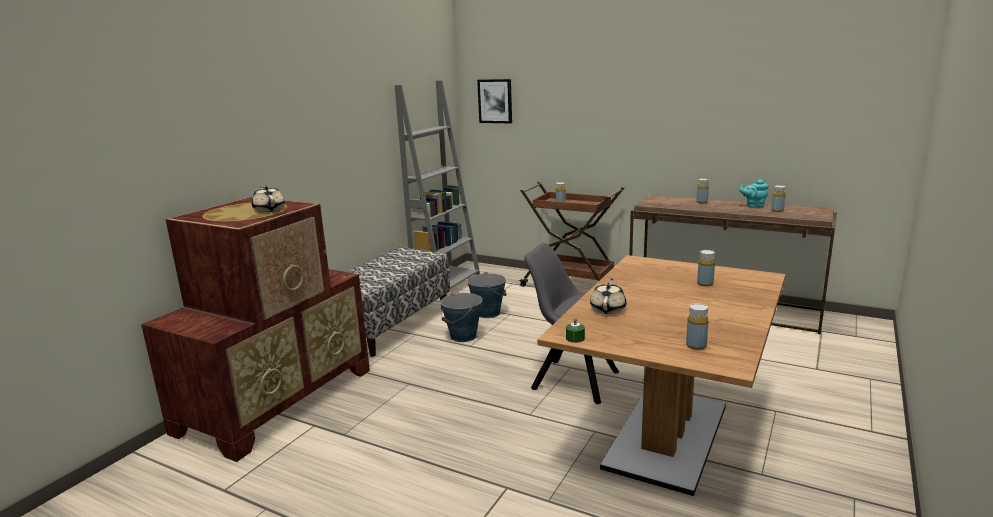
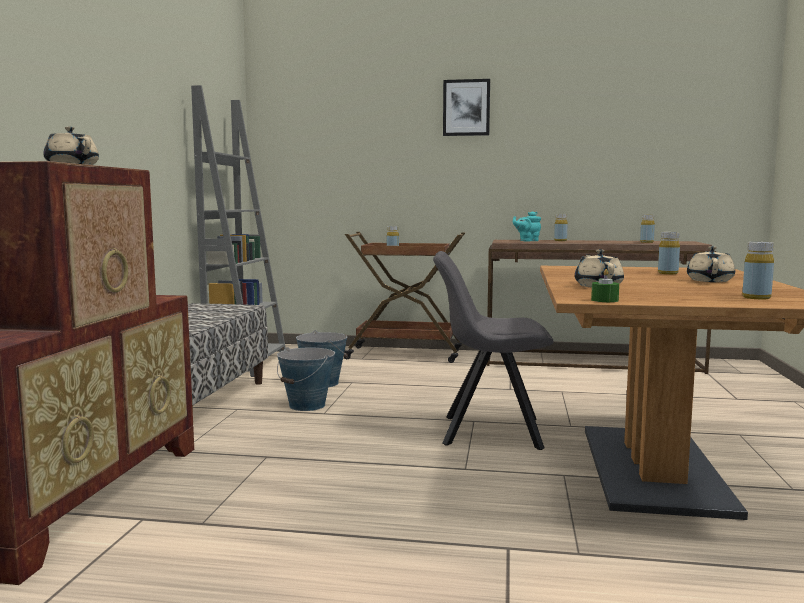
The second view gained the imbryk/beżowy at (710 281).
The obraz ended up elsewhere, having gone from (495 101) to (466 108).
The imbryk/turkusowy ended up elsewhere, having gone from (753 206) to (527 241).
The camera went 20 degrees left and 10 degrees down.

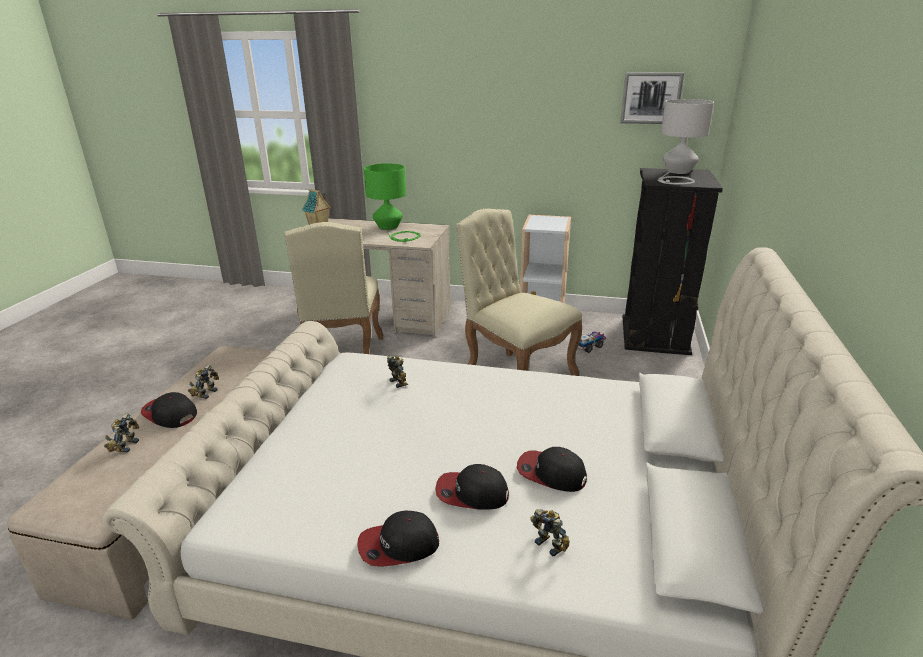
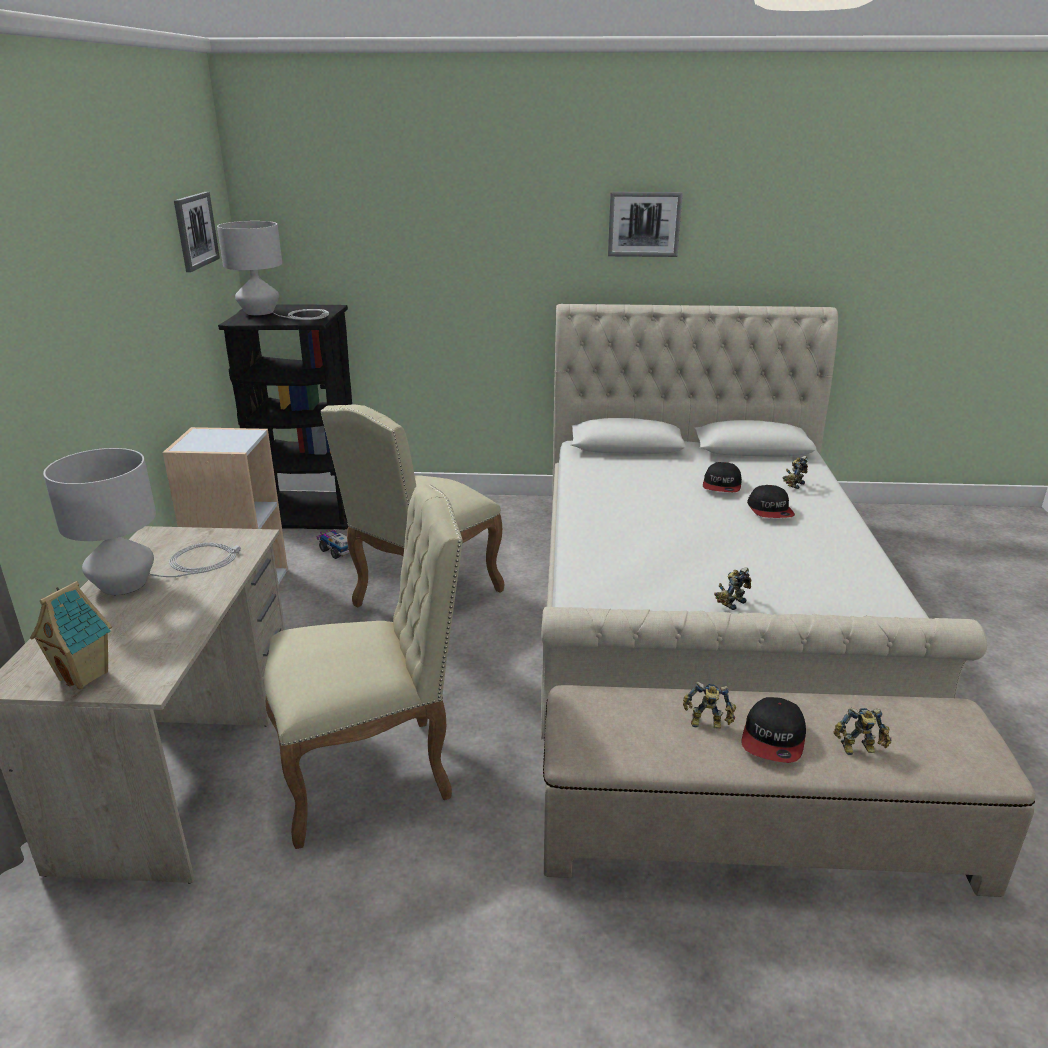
The second view lost the czapka z daszkiem at (398 545).
The second view gained the obraz at (644 224).
The robot zabawkowy ended up elsewhere, having gone from (399 382) to (731 602).
What was the lampa stołowa/zielony at (394 230) turned into the lampa stołowa/szary at (155 574).
The camera went 100 degrees left and 0 degrees up.

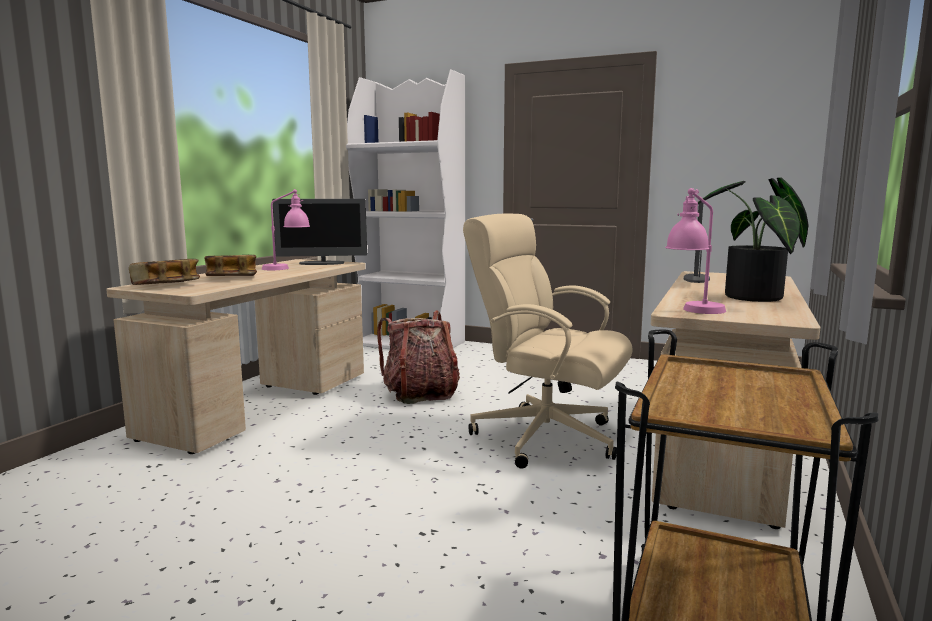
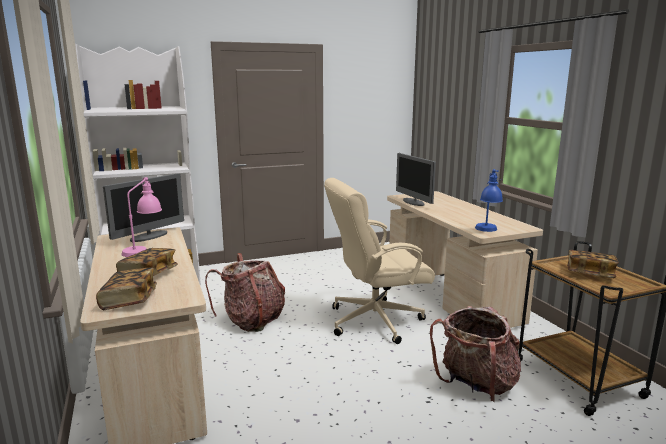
The second view lost the roślina doniczkowa at (751 298).
The second view gained the plecak at (476 385).
The second view gained the książka at (590 274).
What was the lampa stołowa/różowy at (694 312) turned into the lampa stołowa/niebieski at (487 231).
The camera went 45 degrees left and 5 degrees up.

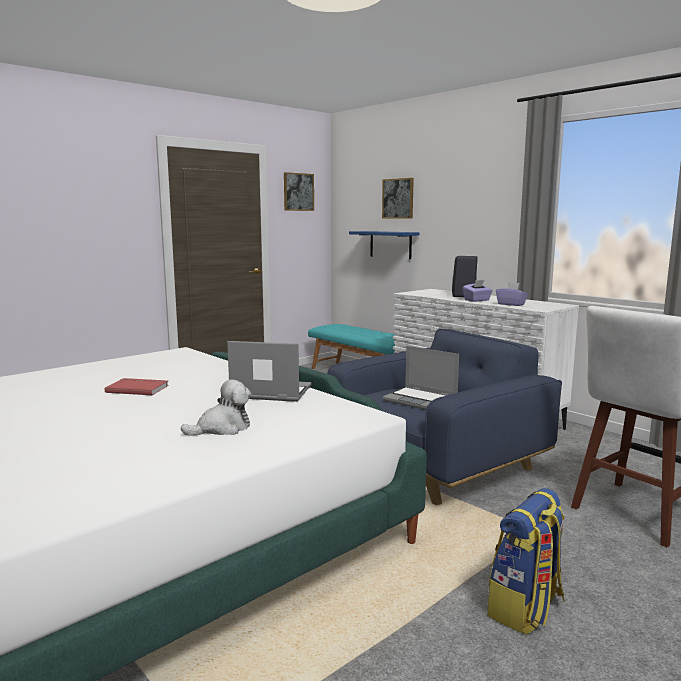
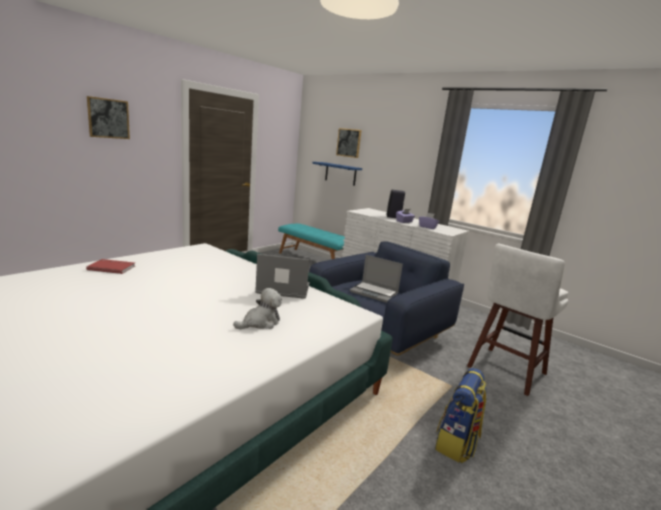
The książka/czerwony ended up elsewhere, having gone from (138 388) to (112 267).
The obraz ended up elsewhere, having gone from (298 192) to (108 118).
The camera went 10 degrees left and 5 degrees up.

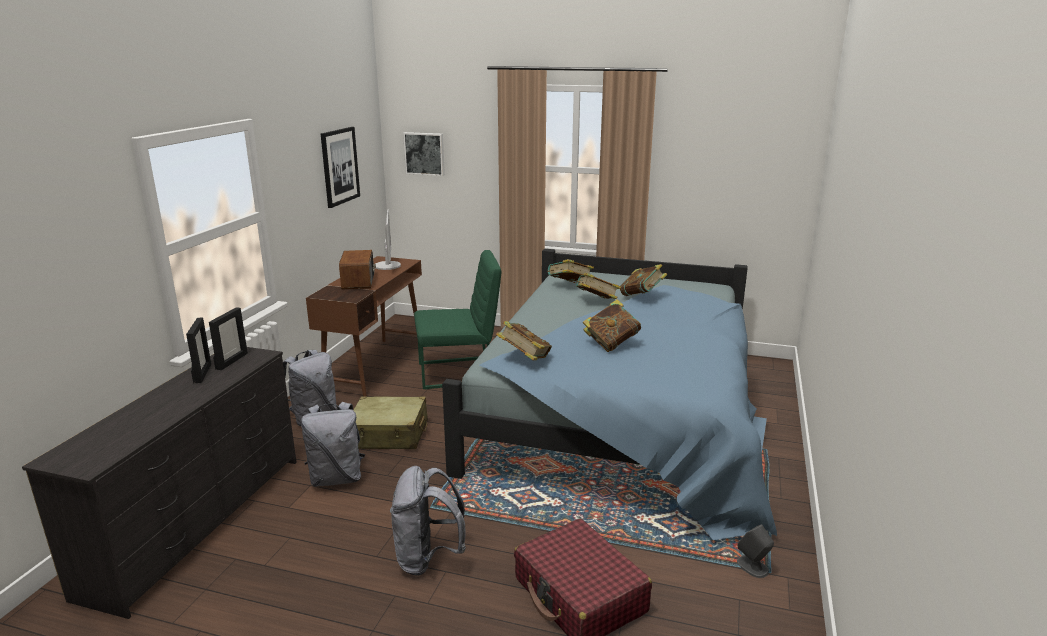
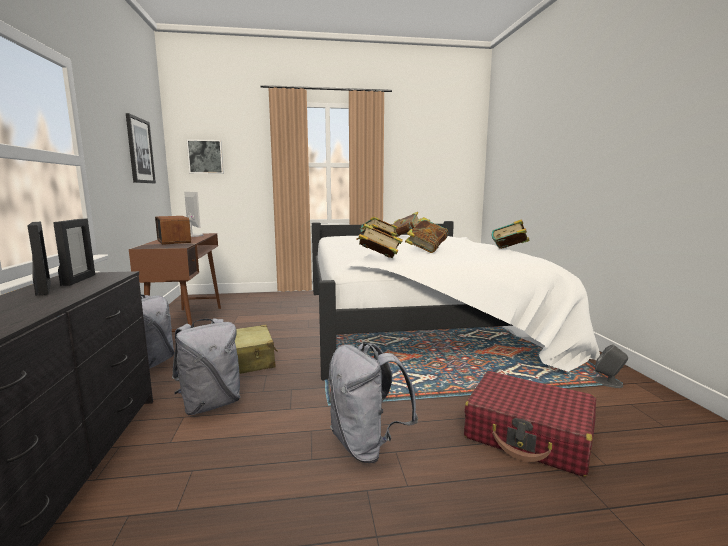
The second view lost the krzesło/zielony at (459 373).
The książka ended up elsewhere, having gone from (569 286) to (509 250).
What was the łóżko/niebieski at (622 416) turned into the łóżko/biały at (415 322).
The camera went 25 degrees left and 10 degrees down.

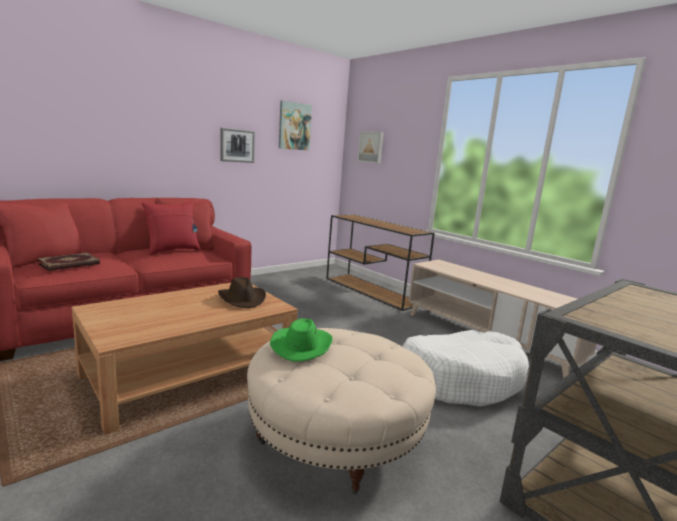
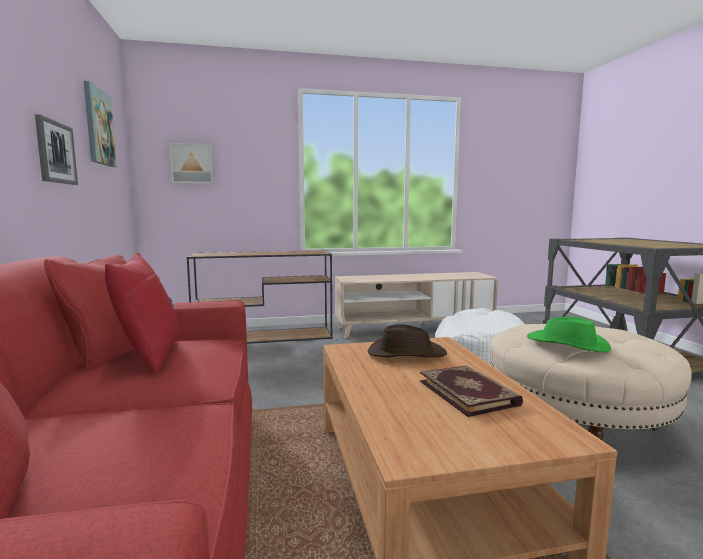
The książka ended up elsewhere, having gone from (69 264) to (469 392).
The camera went 60 degrees left and 5 degrees down.

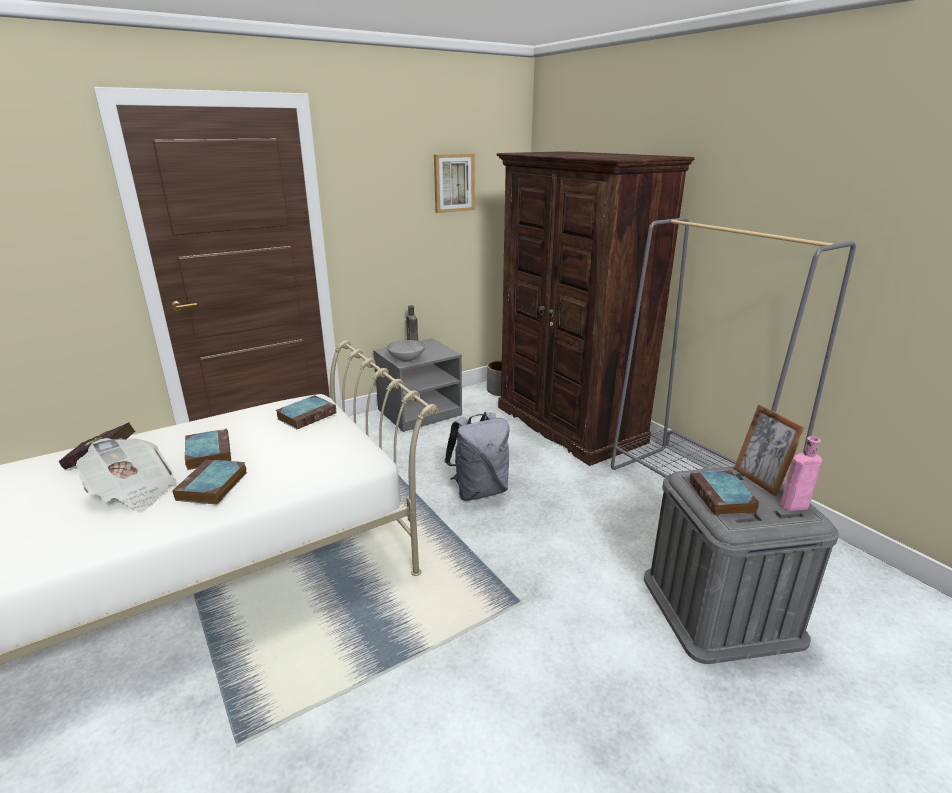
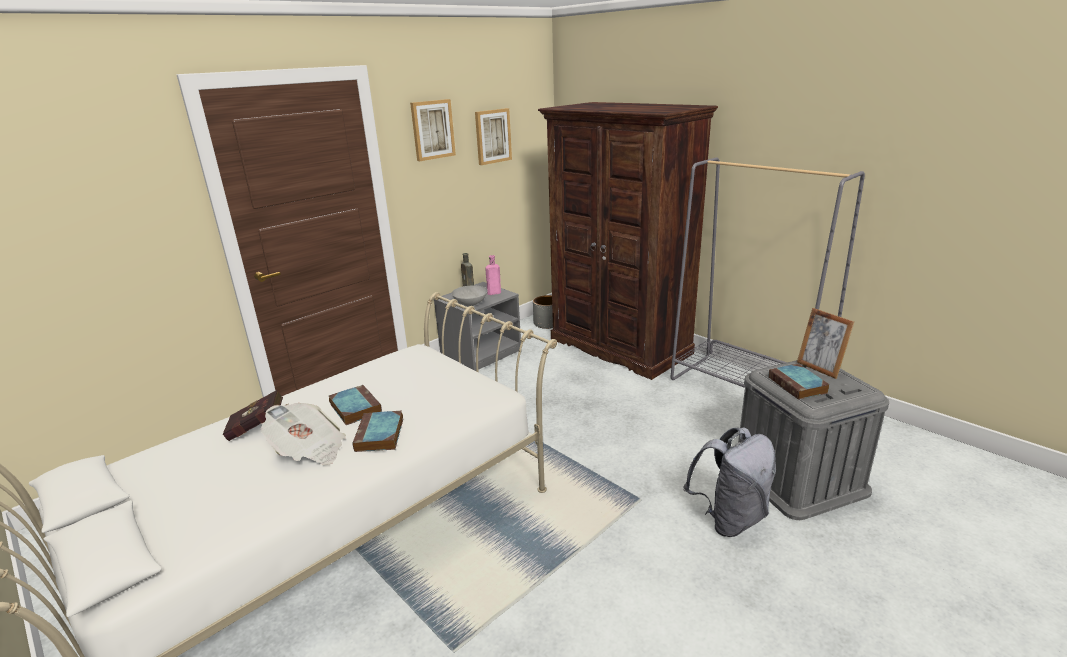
The second view lost the książka at (307 415).
The second view gained the obraz at (432 129).
The plecak/szary ended up elsewhere, having gone from (479 491) to (729 518).
The butelka/różowy ended up elsewhere, having gone from (792 506) to (493 293).
The camera went 10 degrees left and 0 degrees up.

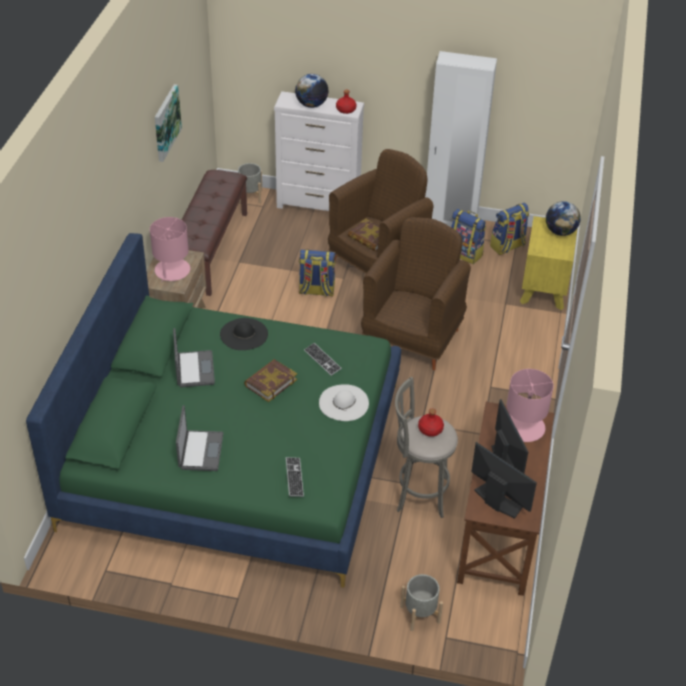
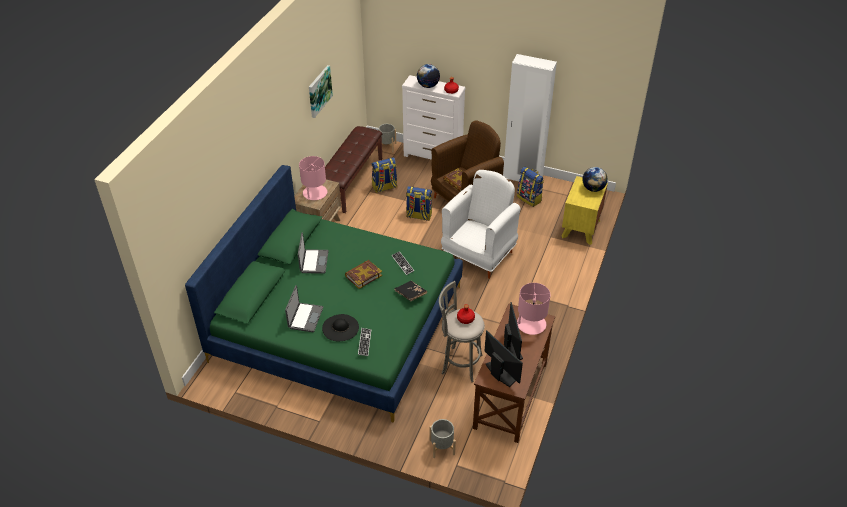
The kapelusz/czarny ended up elsewhere, having gone from (244 334) to (340 328).
The plecak ended up elsewhere, having gone from (507 246) to (384 187).
Where the kapelusz/biały stood at (343 403), the książka/czarny came to stand at (410 294).
What was the fotel/brązowy at (413 337) turned into the fotel/biały at (479 254).
The camera went 10 degrees right and 0 degrees up.

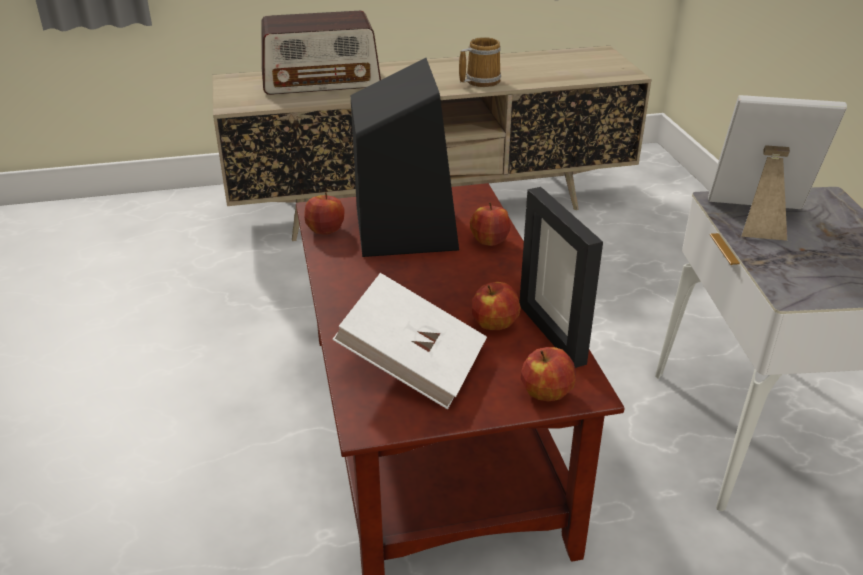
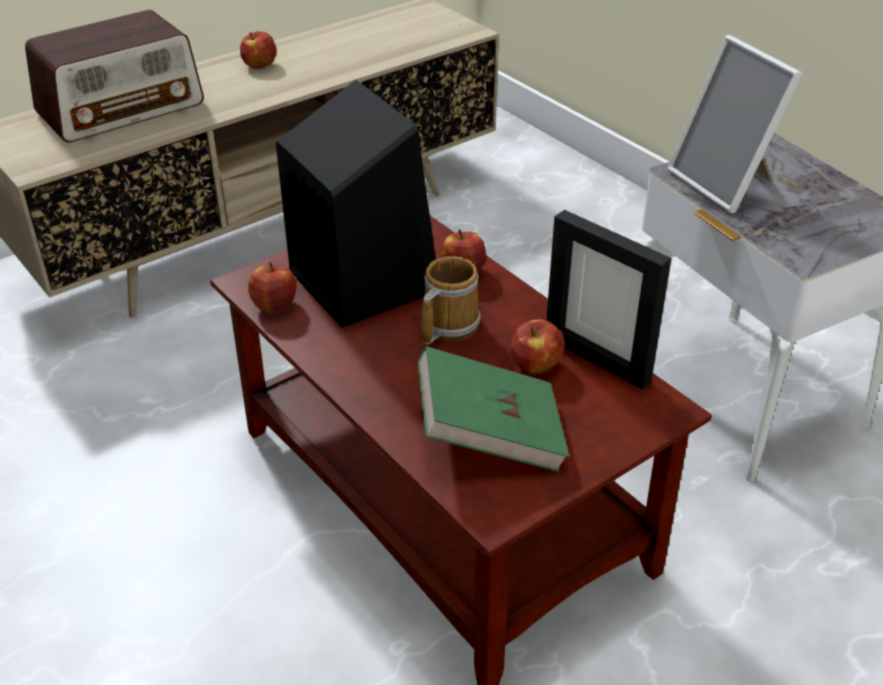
The kubek ended up elsewhere, having gone from (480 81) to (446 326).
The jabłko ended up elsewhere, having gone from (546 393) to (260 65).
What was the książka/biały at (413 365) turned into the książka/zielony at (490 435).
The ramka na zdjęcie at (757 218) ended up facing another way, 105 degrees counterclockwise from before.
The camera went 25 degrees left and 5 degrees up.

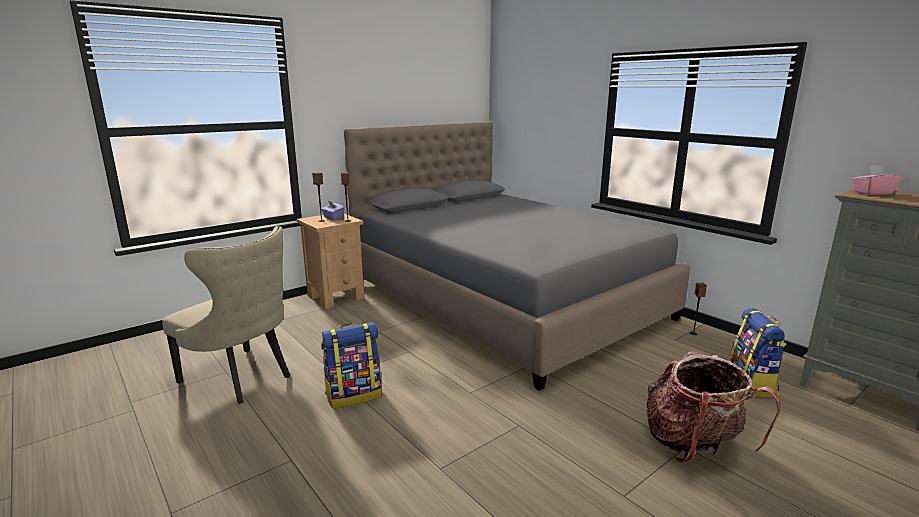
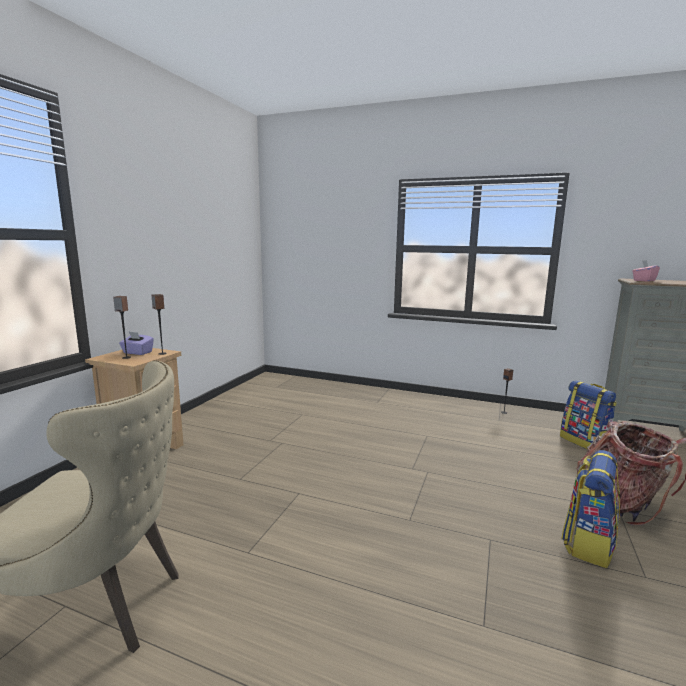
The second view lost the łóżko/szary at (503 300).
The plecak ended up elsewhere, having gone from (354 395) to (588 543).
The camera went 30 degrees left and 5 degrees down.

